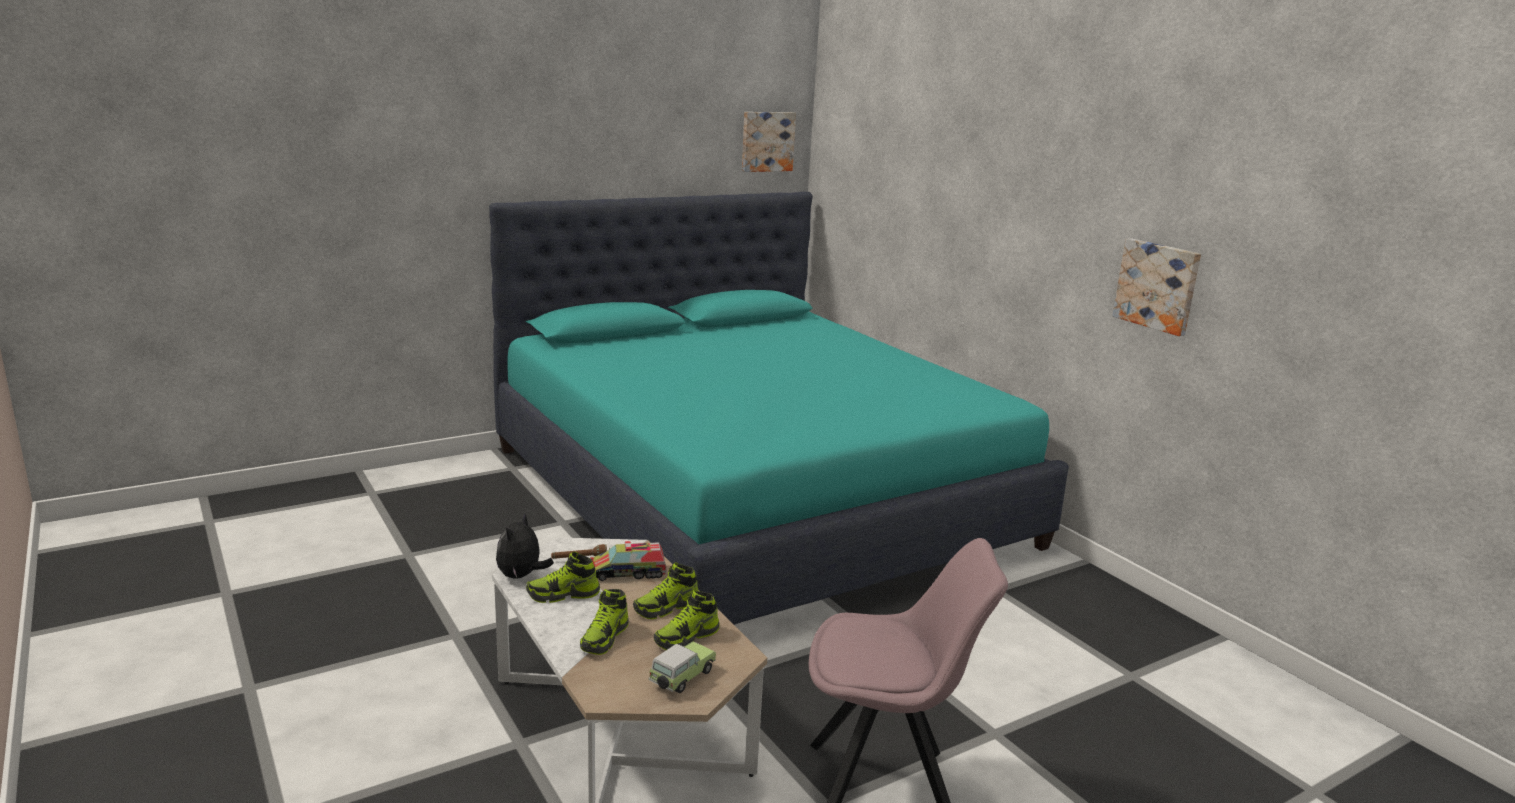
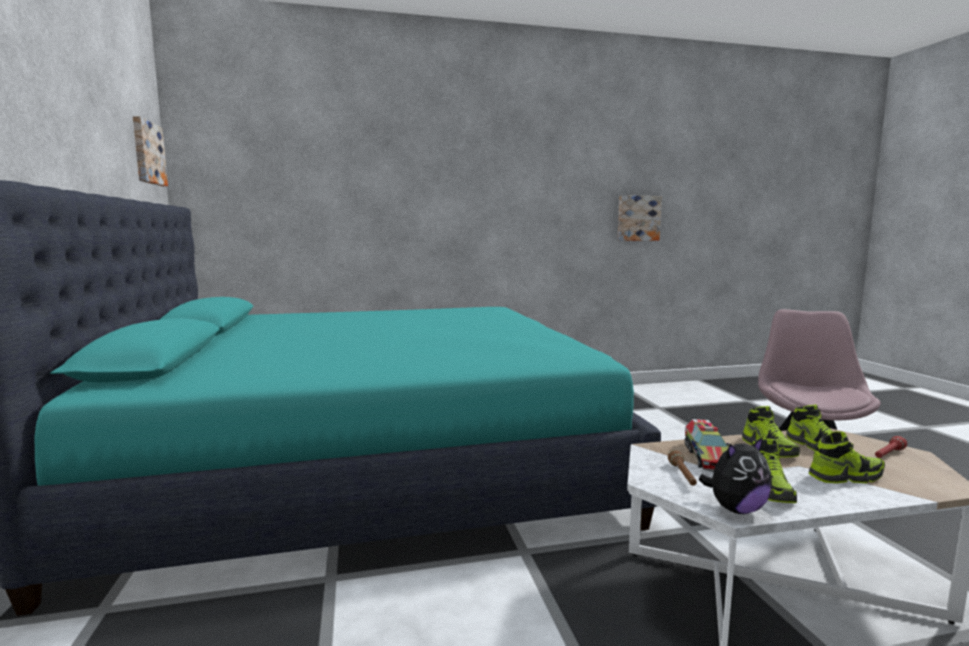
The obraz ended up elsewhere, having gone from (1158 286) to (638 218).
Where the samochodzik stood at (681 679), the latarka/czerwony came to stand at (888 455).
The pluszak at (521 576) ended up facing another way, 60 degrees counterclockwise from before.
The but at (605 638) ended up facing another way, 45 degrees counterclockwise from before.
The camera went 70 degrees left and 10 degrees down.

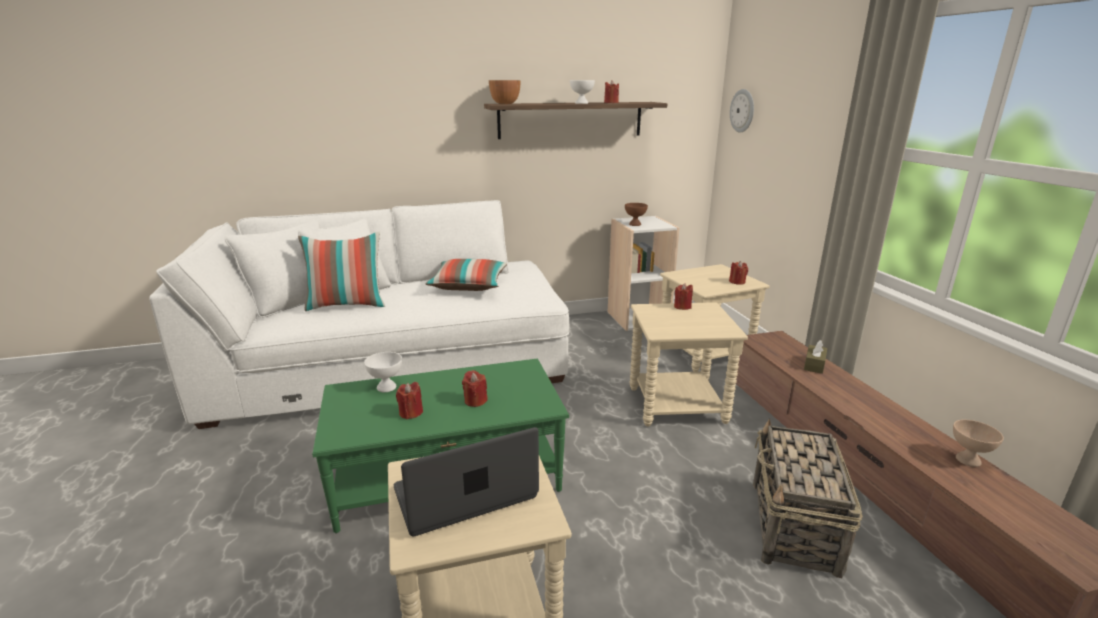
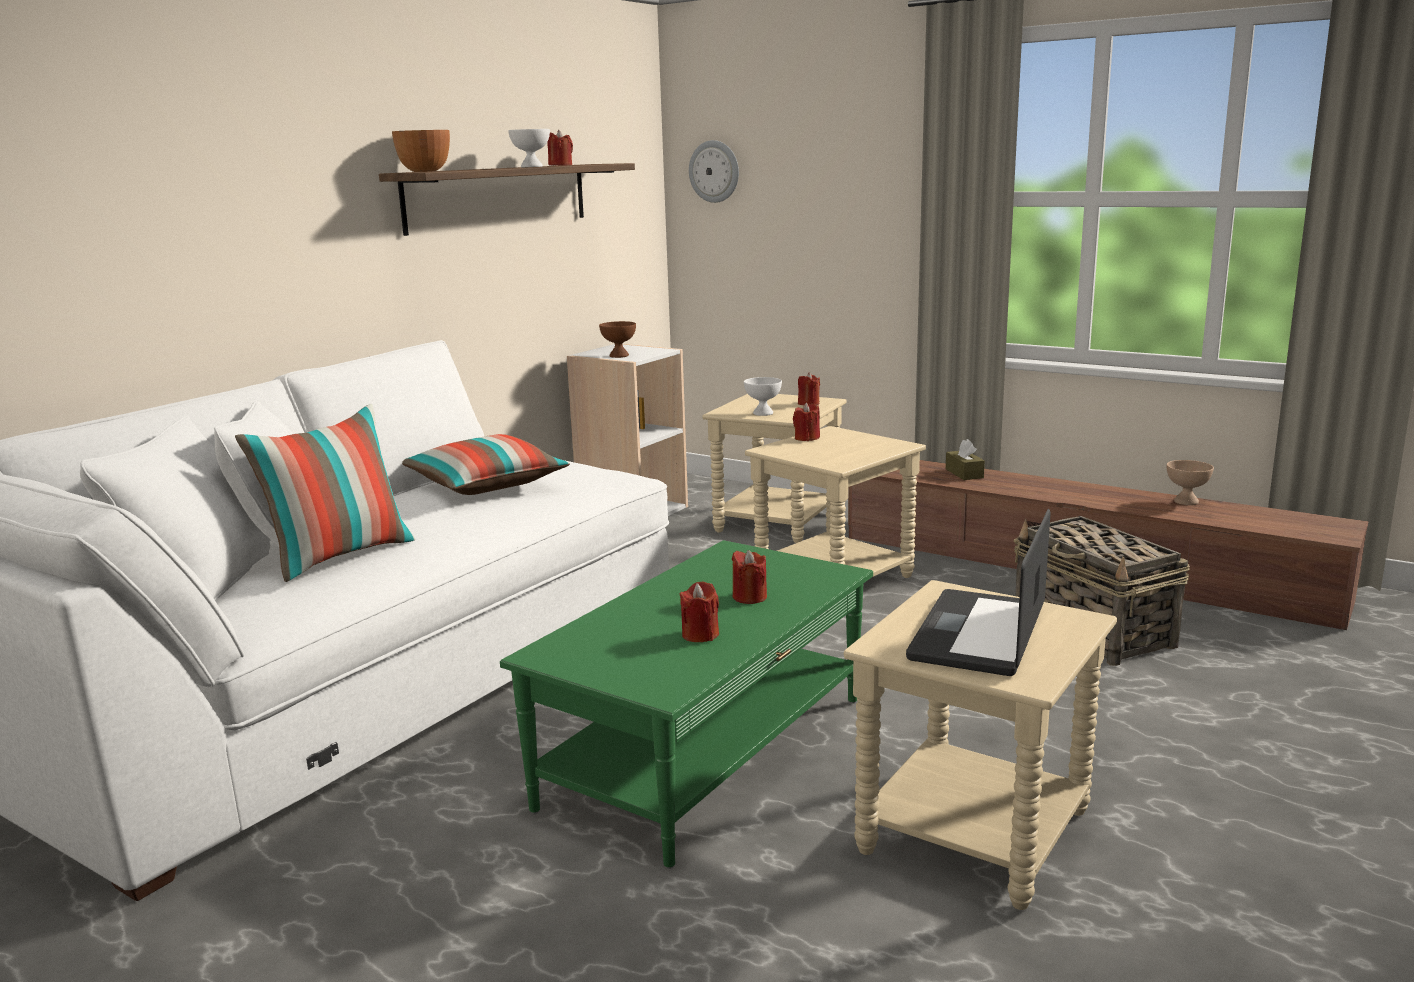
The miska/biały ended up elsewhere, having gone from (387 387) to (763 413).
The camera went 40 degrees left and 5 degrees down.

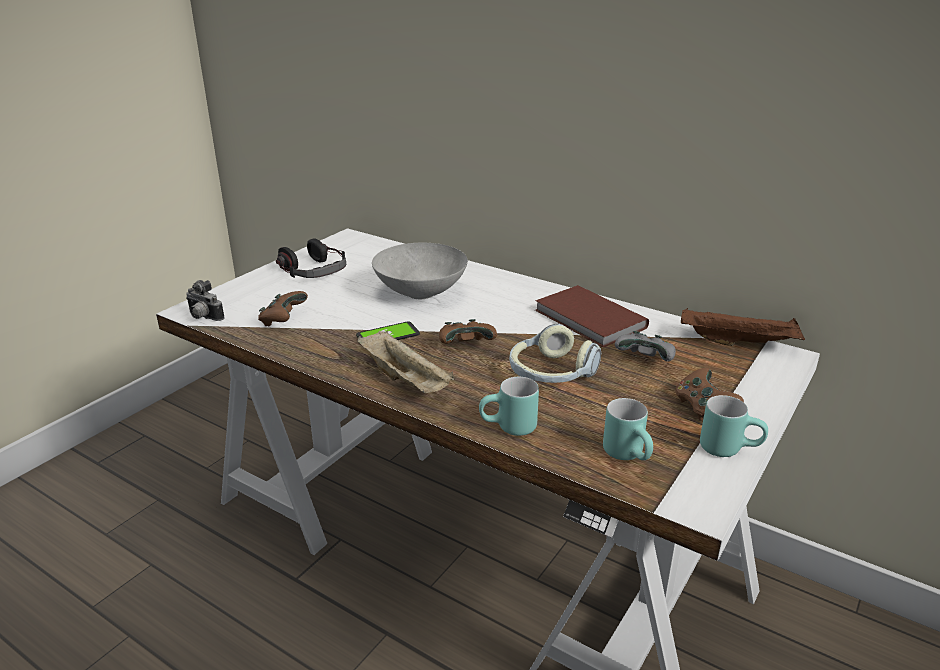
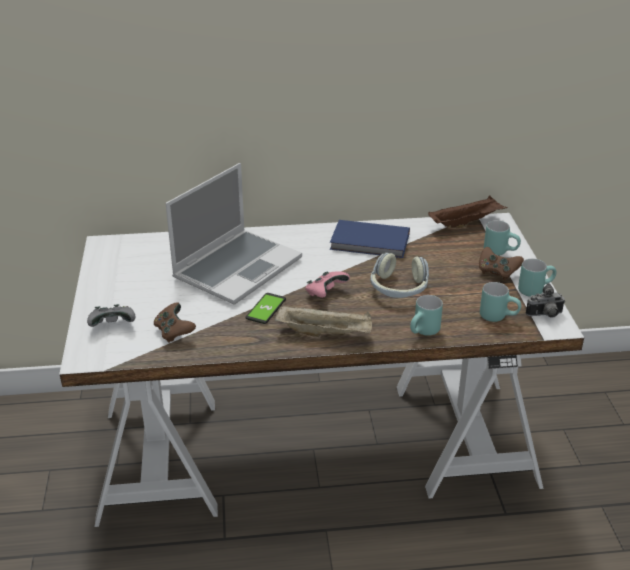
The second view lost the słuchawki at (313 270).
The second view gained the kubek/turkusowy at (500 251).
The aparat fotograficzny ended up elsewhere, having gone from (203 318) to (545 315).
The pad do gier/szary ended up elsewhere, having gone from (645 360) to (113 325).
Where the miska/szary stood at (422 292), the laptop came to stand at (237 267).
What was the pad do gier/brązowy at (466 346) turned into the pad do gier/różowy at (325 293).
What was the książka/brązowy at (589 320) turned into the książka/niebieski at (370 242).
The camera went 40 degrees left and 5 degrees up.

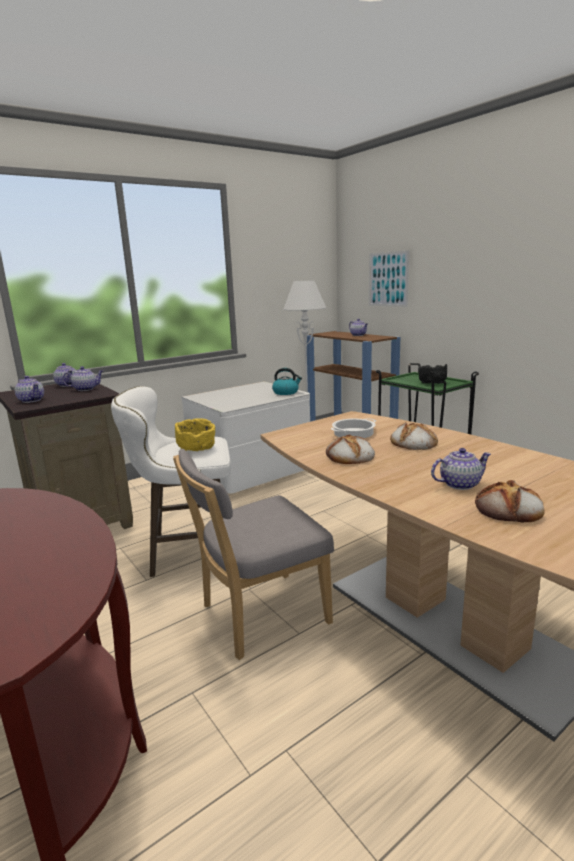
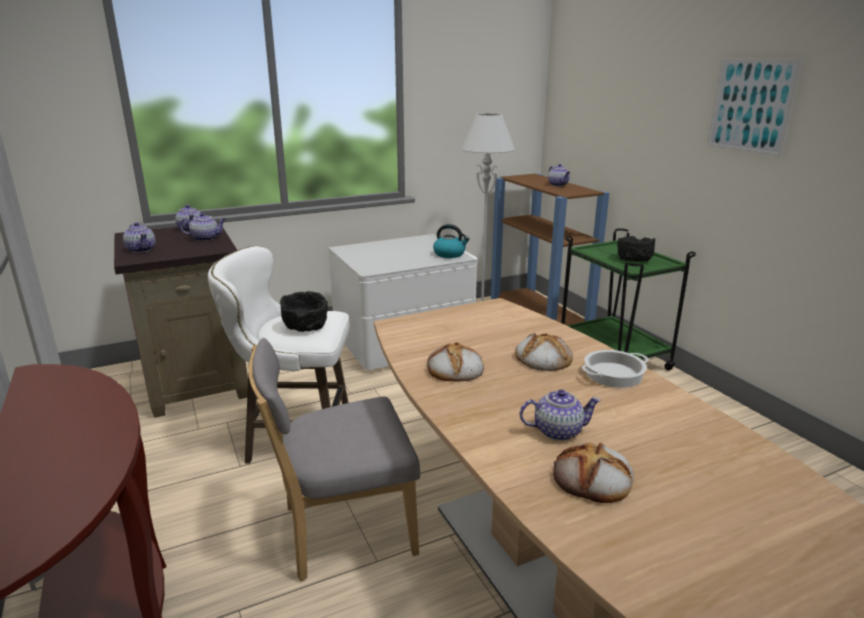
The garnek ended up elsewhere, having gone from (353 433) to (613 375).
The obraz ended up elsewhere, having gone from (388 279) to (751 106).
What was the miska/żółty at (197 447) turned into the miska/czarny at (306 326).
The camera went 10 degrees right and 5 degrees up.

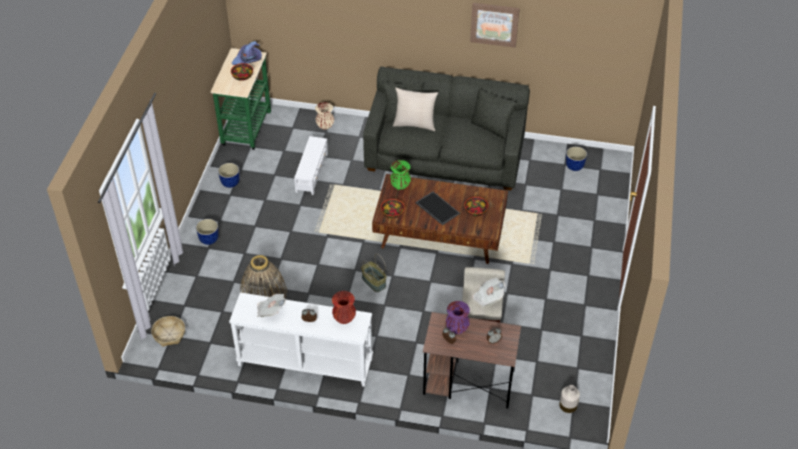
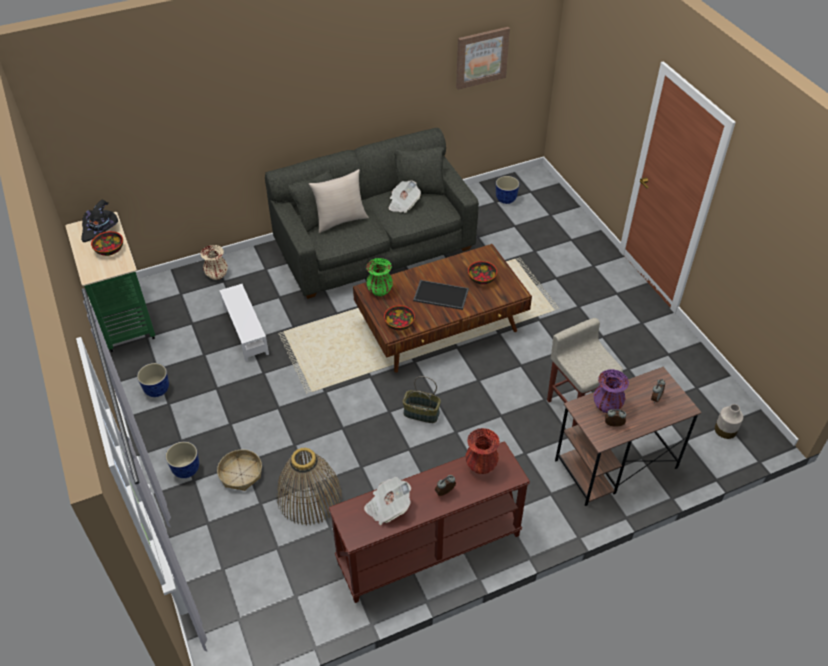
The koszyk ended up elsewhere, having gone from (169 334) to (241 474).
The obraz ended up elsewhere, having gone from (494 24) to (481 57).
The gazeta ended up elsewhere, having gone from (488 297) to (403 204).
What was the stolik konsolowy/biały at (304 362) turned into the stolik konsolowy/brązowy at (429 550).
What was the kapelusz/fioletowy at (248 60) turned into the kapelusz/czarny at (100 229).
The camera went 35 degrees left and 0 degrees up.

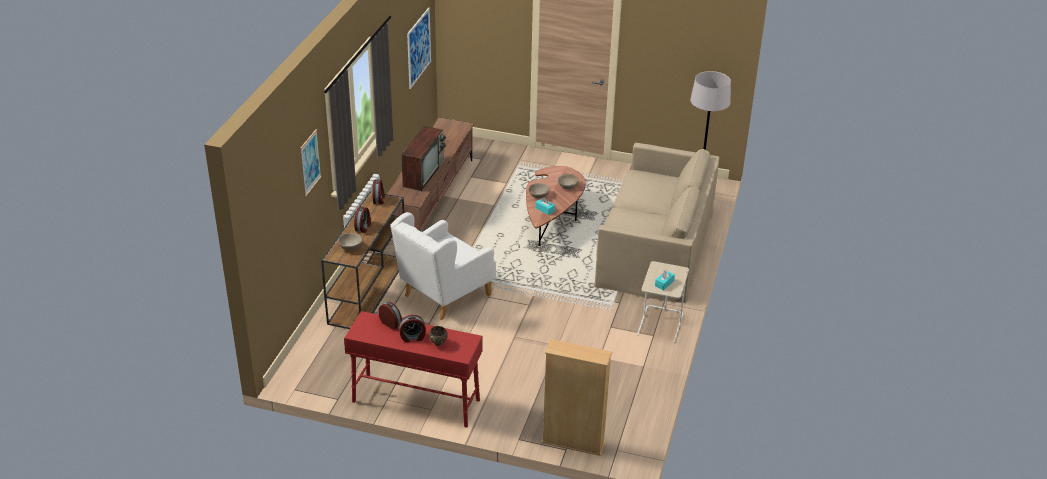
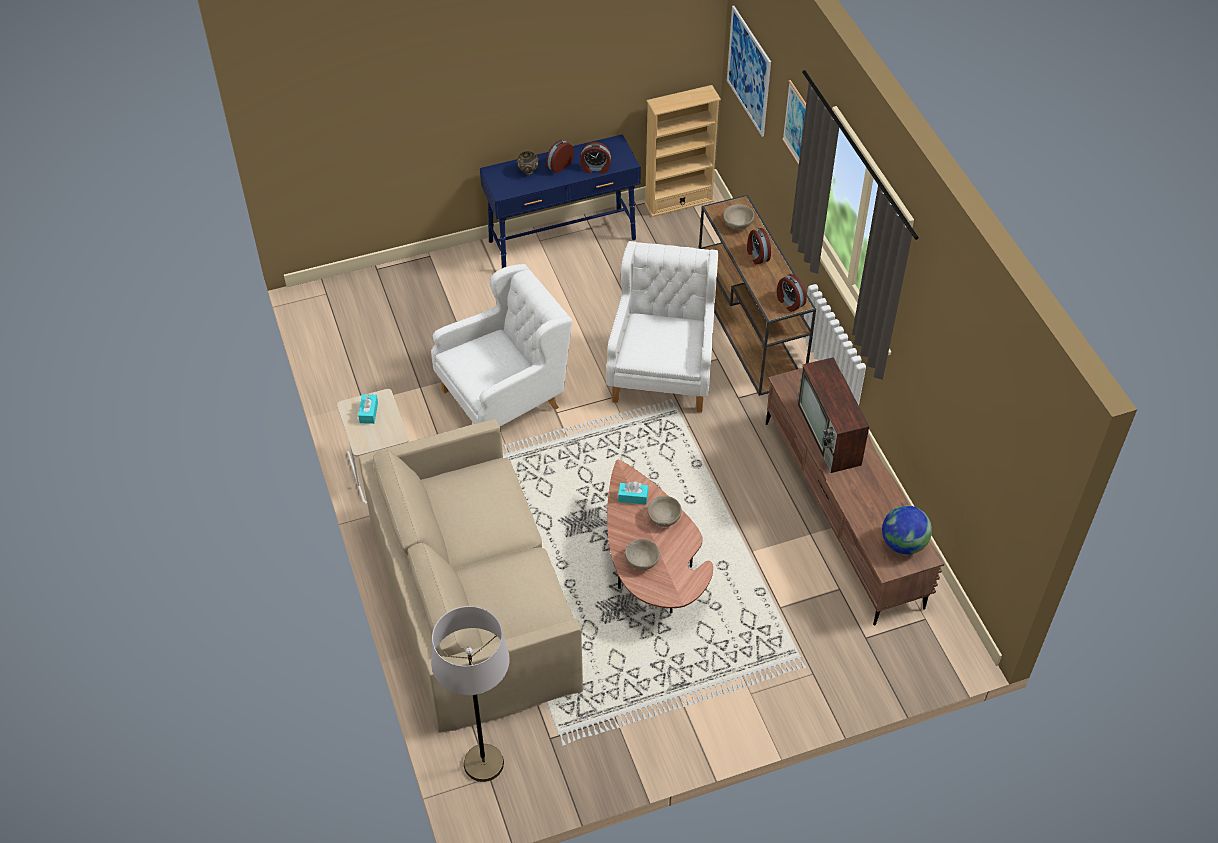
The second view gained the fotel/biały at (506 399).
The second view gained the globus at (903 543).
The obraz ended up elsewhere, having gone from (418 47) to (749 71).
The regał/beżowy ended up elsewhere, having gone from (573 442) to (678 202).
What was the stolik konsolowy/czerwony at (416 400) turned into the stolik konsolowy/niebieski at (562 241).
The camera went 145 degrees right and 15 degrees up.

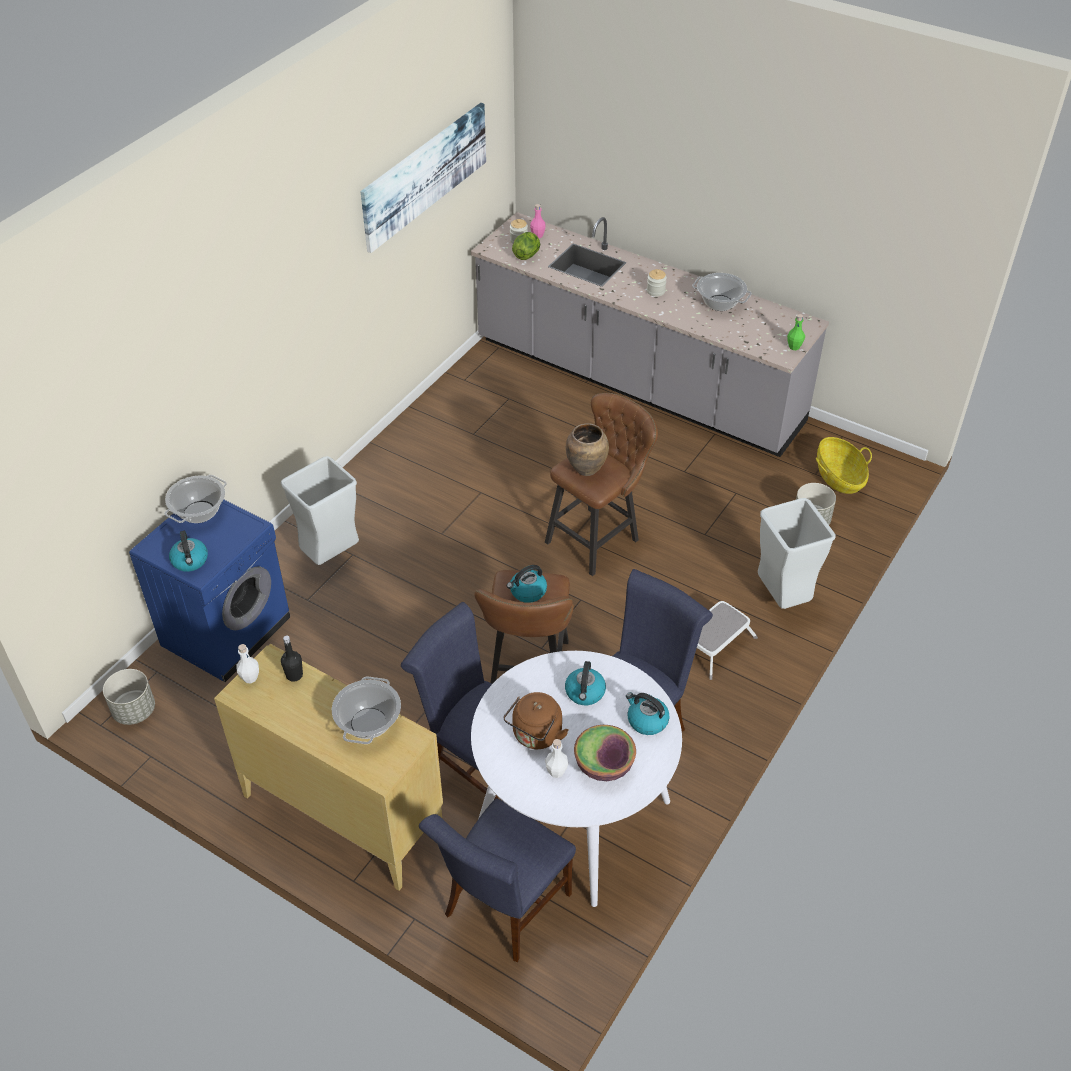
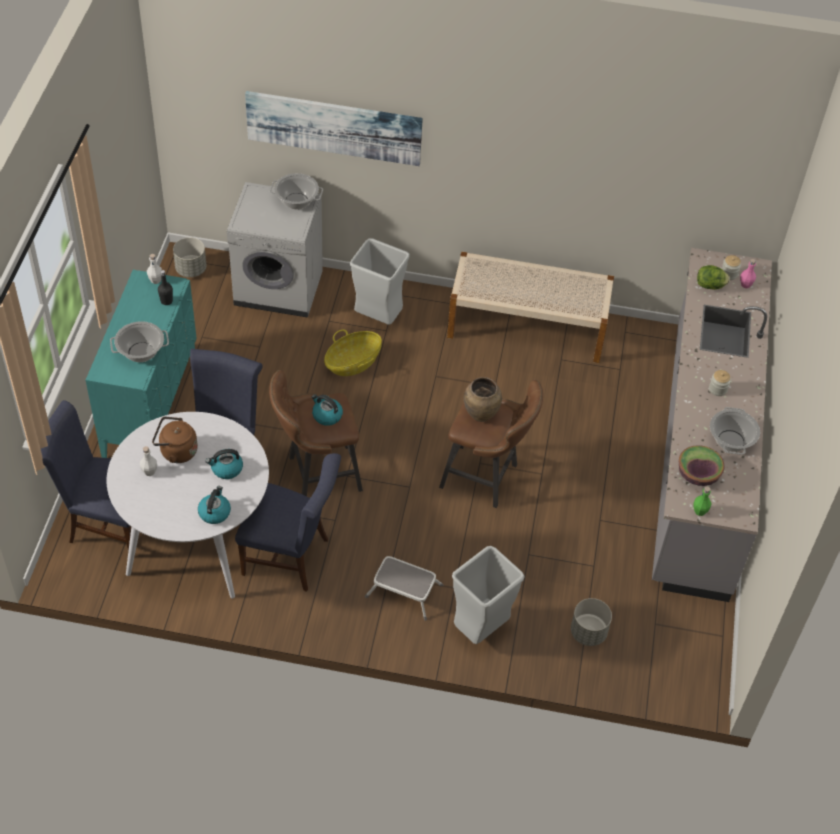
The second view lost the czajnik at (190 561).
The second view gained the ławka/beżowy at (527 326).
The obraz ended up elsewhere, having gone from (425 175) to (334 127).
The miska ended up elsewhere, having gone from (604 765) to (697 475).
The koszyk ended up elsewhere, having gone from (839 477) to (353 363).
What was the pralka/niebieski at (228 632) turned into the pralka/biały at (278 290).
What was the komoda/beżowy at (343 811) turned into the komoda/turkusowy at (153 408).
The camera went 65 degrees right and 5 degrees up.

